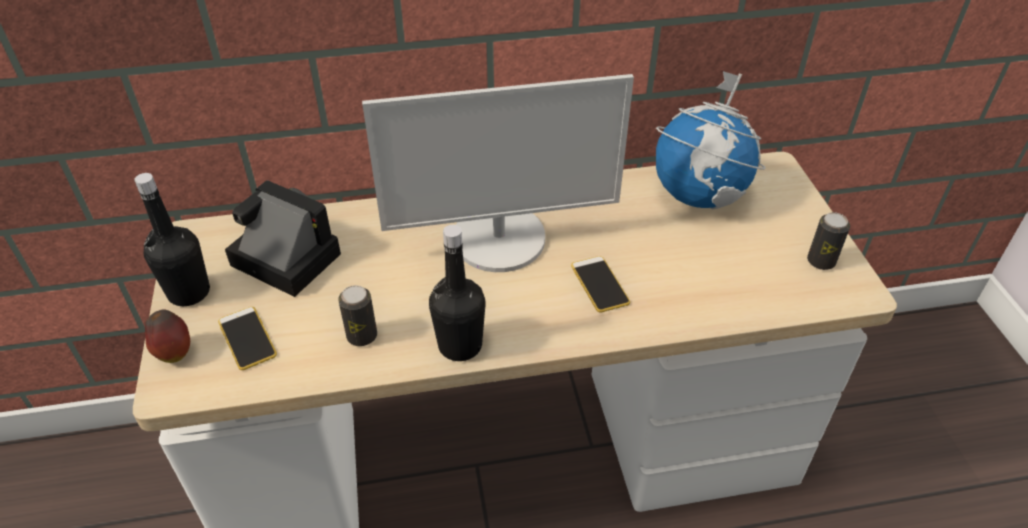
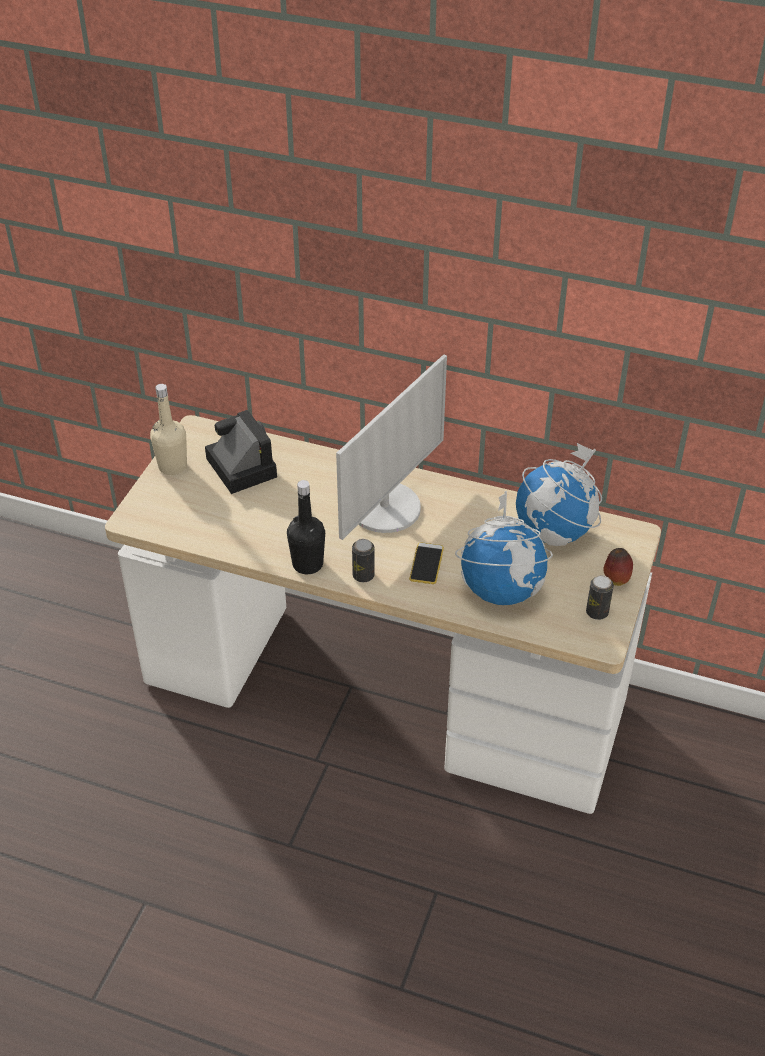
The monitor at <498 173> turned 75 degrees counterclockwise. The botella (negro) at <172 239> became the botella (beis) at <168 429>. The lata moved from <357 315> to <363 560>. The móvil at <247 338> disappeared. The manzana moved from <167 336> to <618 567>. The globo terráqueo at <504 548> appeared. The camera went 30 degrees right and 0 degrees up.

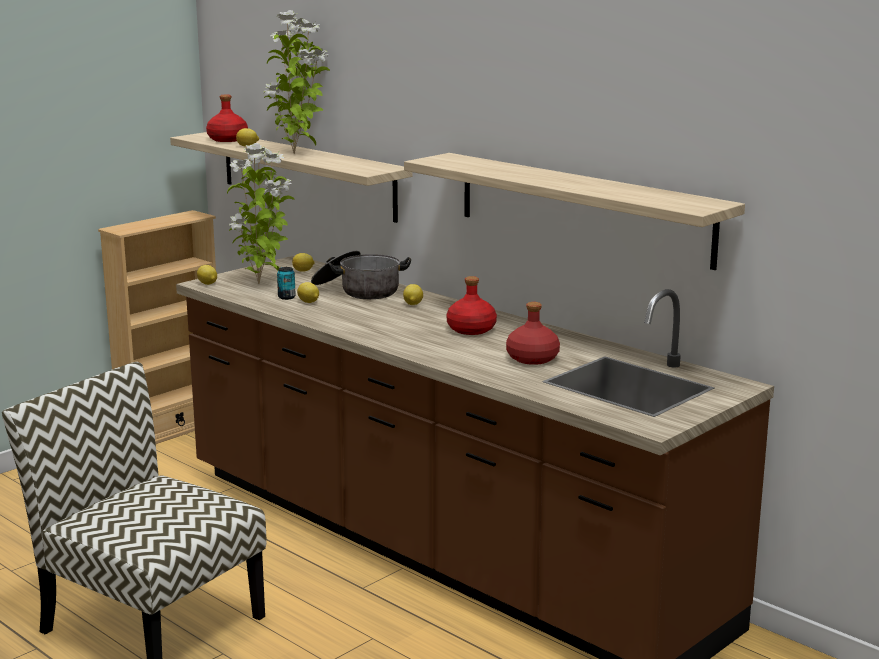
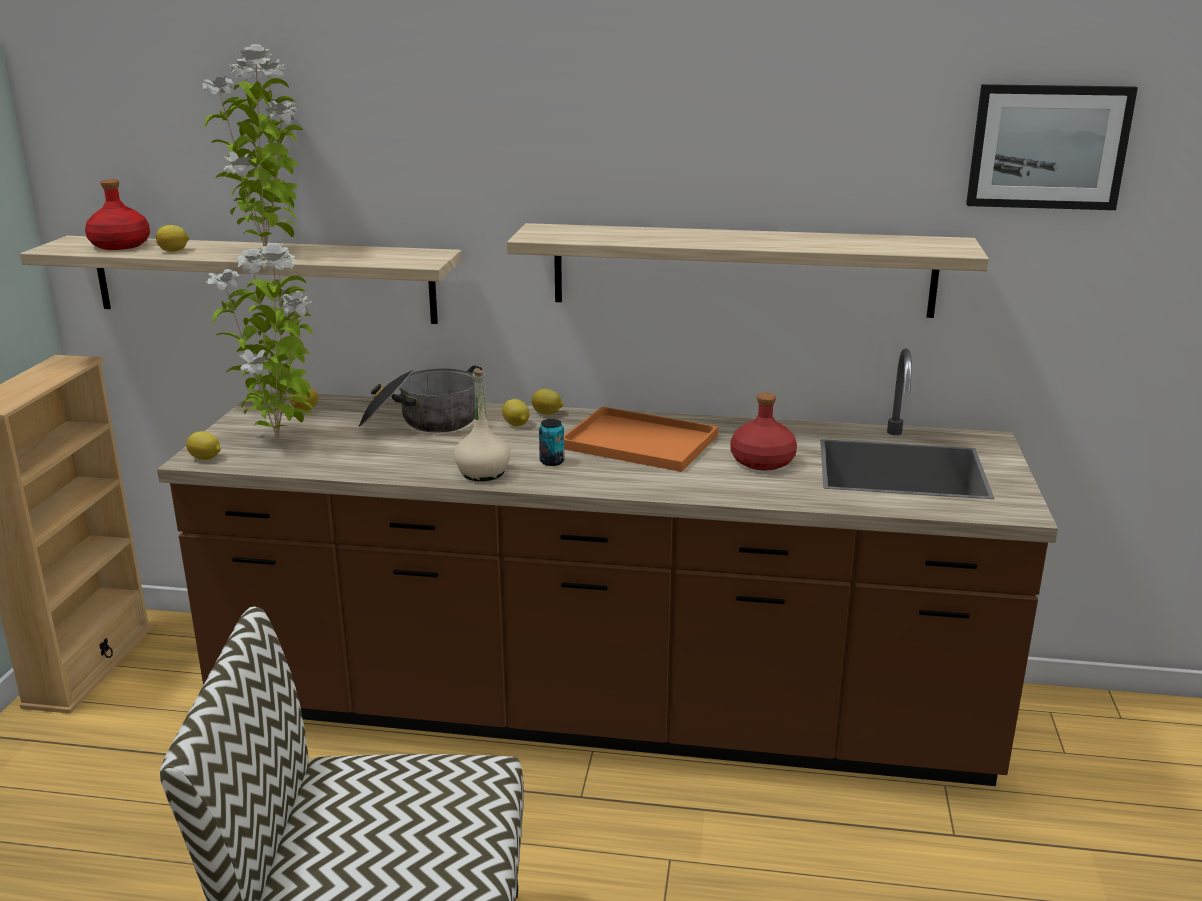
The lata moved from <286 283> to <551 442>. The botella (rojo) at <471 305> was replaced by the bandeja (naranja) at <641 439>. The limón moved from <308 292> to <547 402>. The cuadro at <1052 147> appeared. The botella (beis) at <482 425> appeared. The camera went 35 degrees left and 5 degrees up.

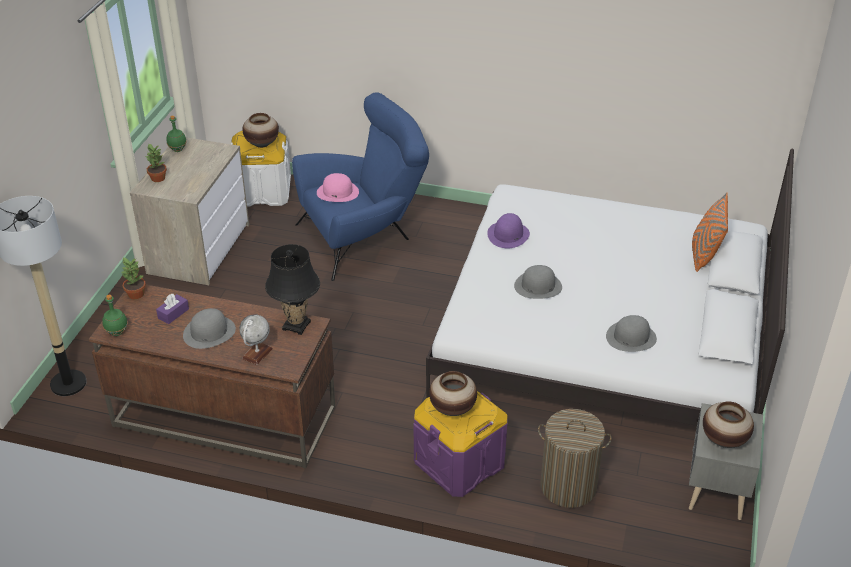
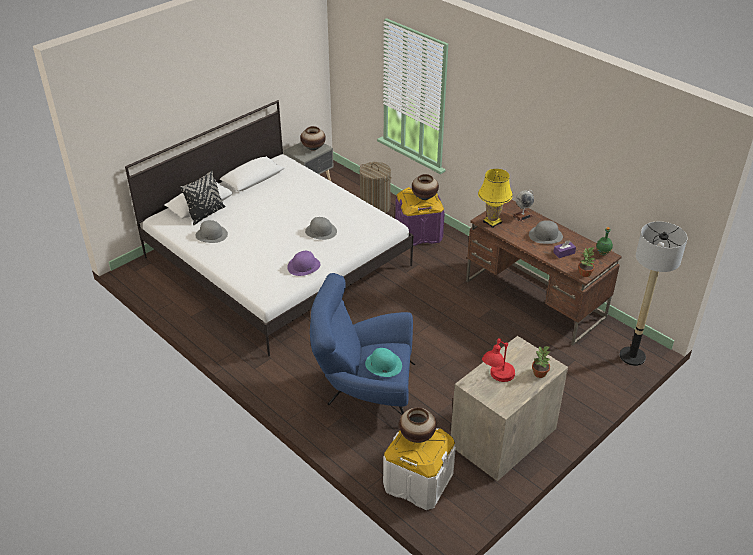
The botella (verde) at <176 134> disappeared. The sombrero (rosa) at <338 187> became the sombrero (turquesa) at <383 362>. The cojín (naranja) at <710 232> became the cojín (negro) at <202 198>. The lámpara de mesa (negro) at <292 289> became the lámpara de mesa (amarillo) at <495 198>. The sombrero (gris) moved from <631 333> to <212 231>. The lámpara de mesa (rojo) at <498 360> appeared. The camera went 150 degrees left and 0 degrees up.

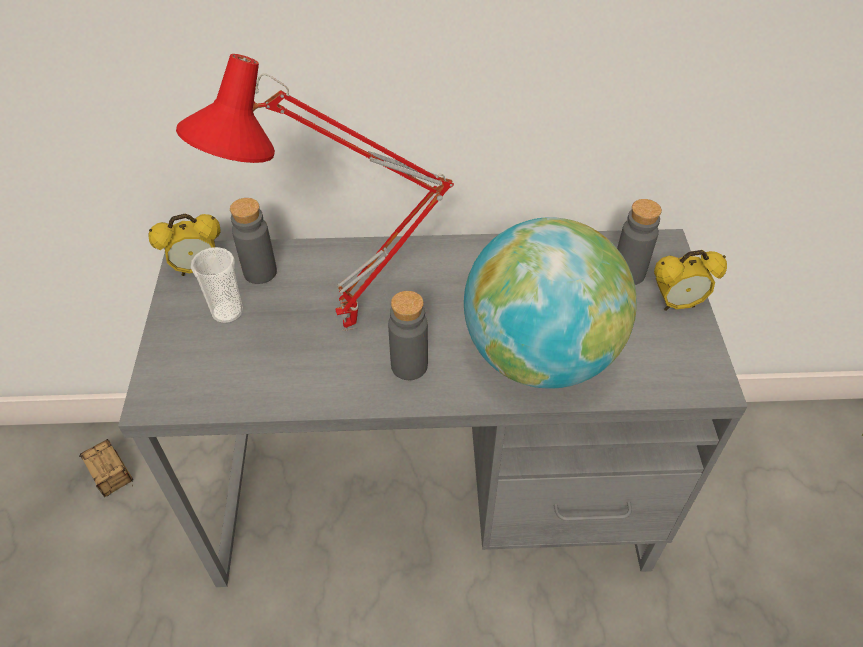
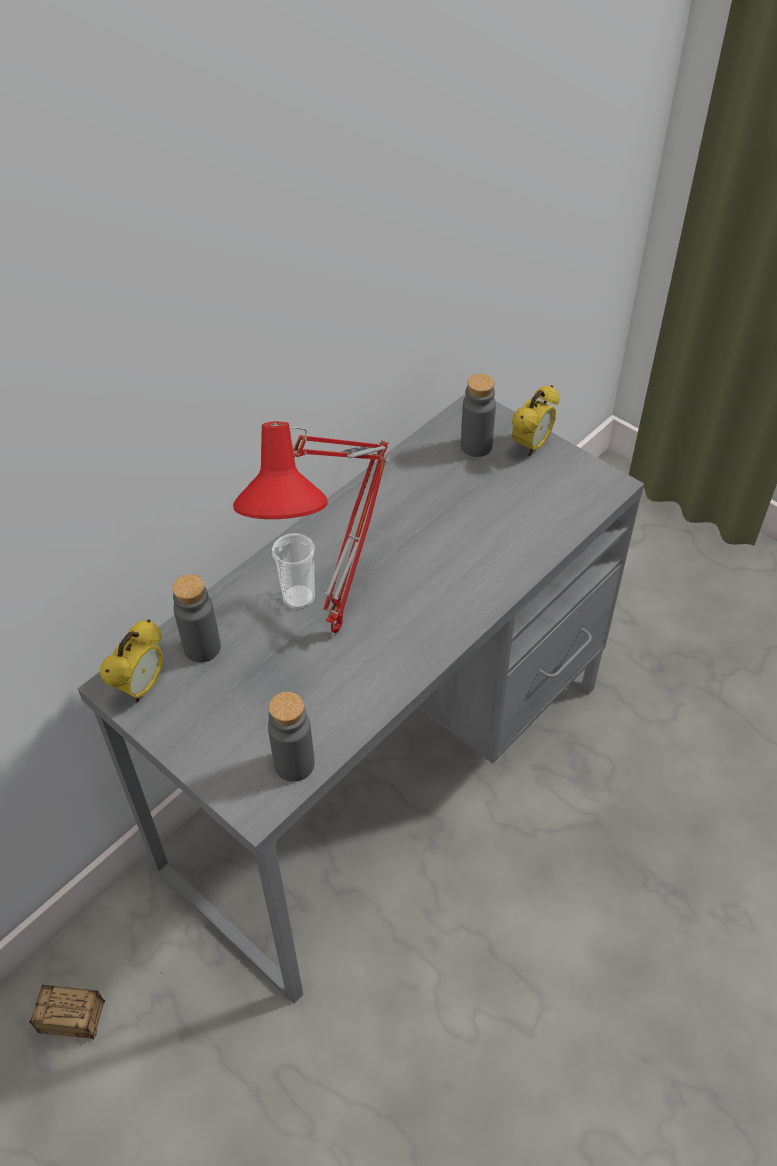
The globo terráqueo at <550 303> disappeared. The taza moved from <217 285> to <293 571>. The botella (gris) moved from <408 335> to <291 737>. The camera went 45 degrees left and 0 degrees up.

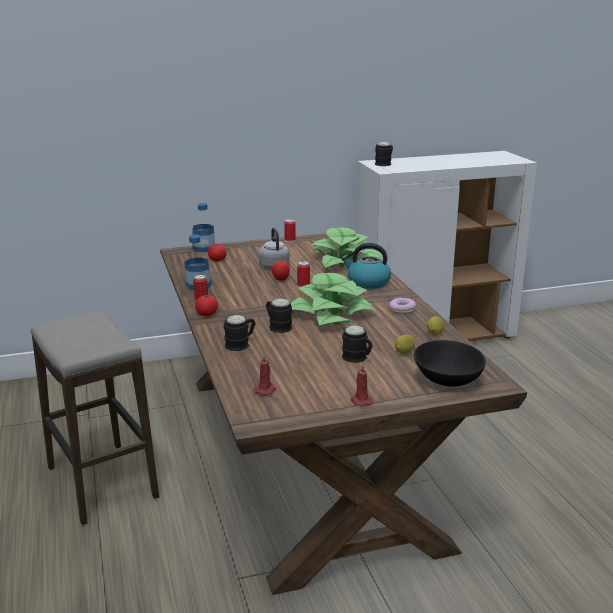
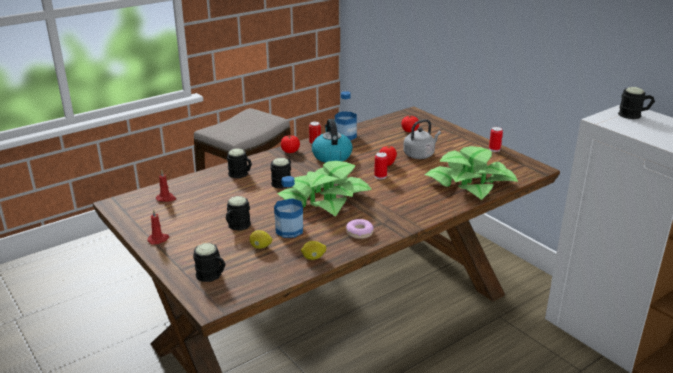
The botella moved from <203 227> to <288 207>. The hervidor moved from <366 266> to <332 141>. The cuenco (negro) at <450 363> was replaced by the taza grande (negro) at <209 262>. The camera went 70 degrees right and 5 degrees up.

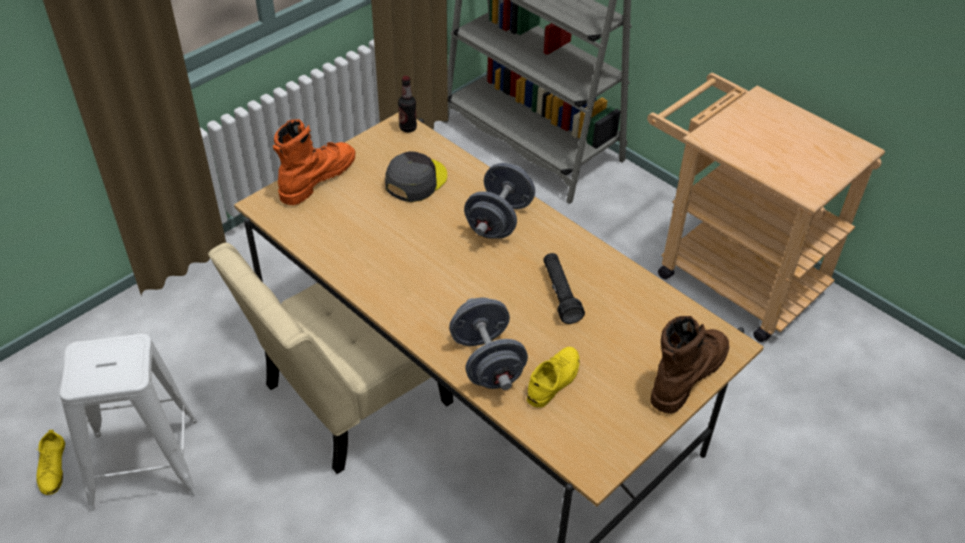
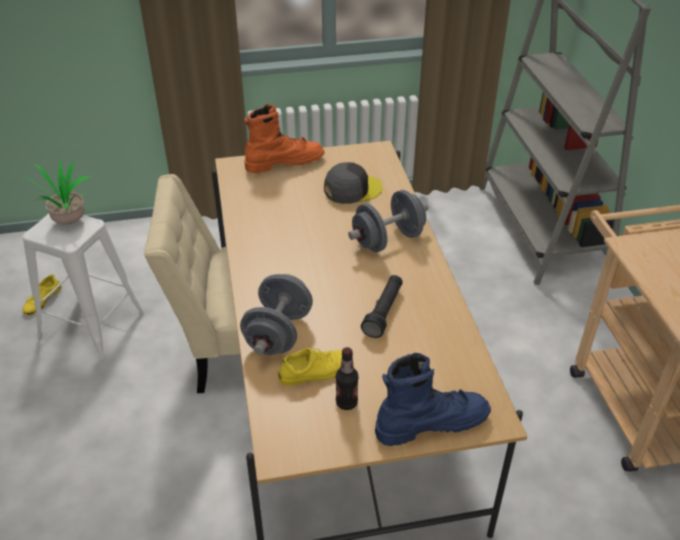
The botella moved from <407 104> to <347 378>. The bota (marrón) at <690 365> became the bota (azul) at <433 399>. The planta en maceta at <59 192> appeared. The camera went 35 degrees right and 5 degrees down.

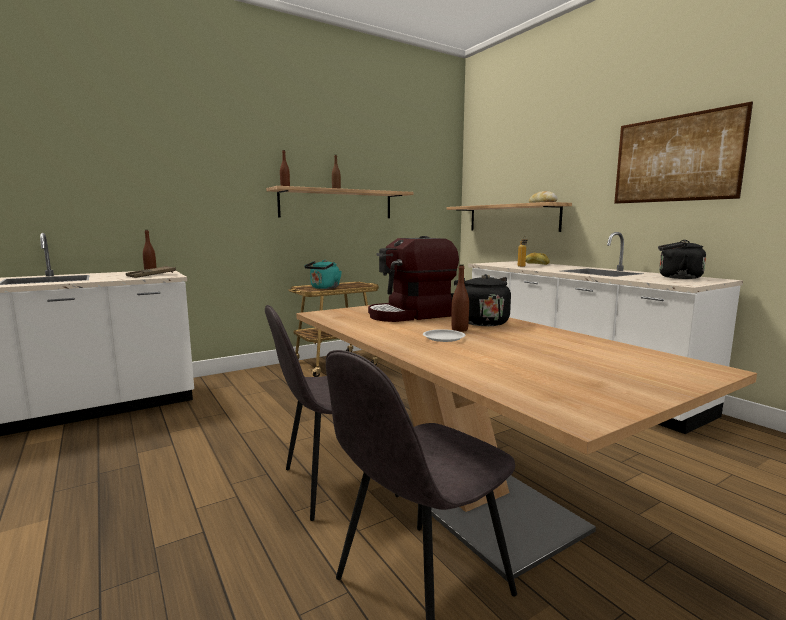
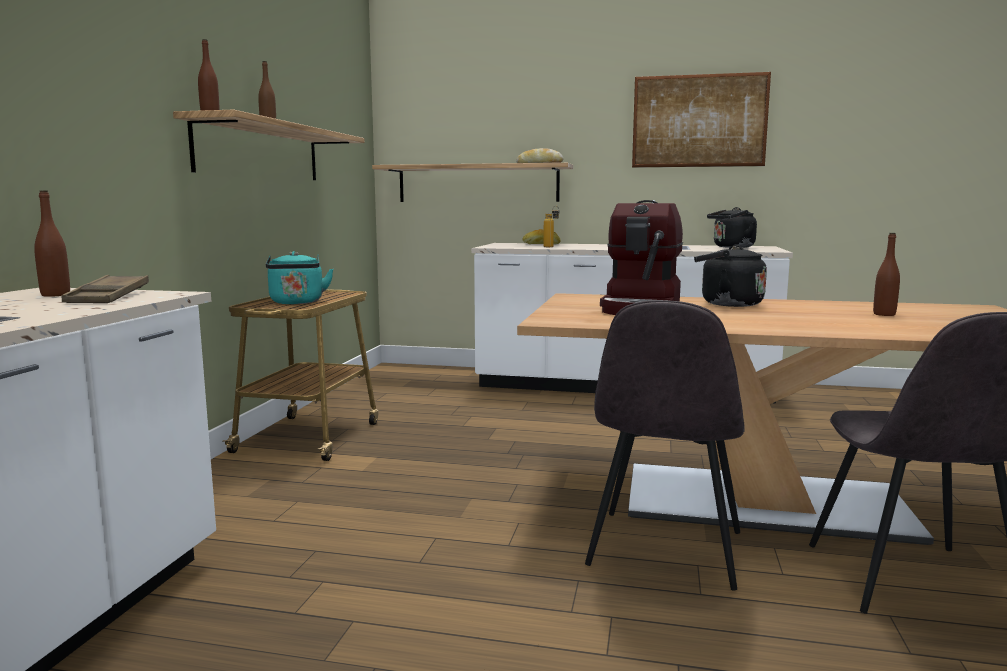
The botella (marrón) moved from <460 298> to <886 274>. The plato (blanco) at <444 335> disappeared. The camera went 45 degrees left and 0 degrees up.

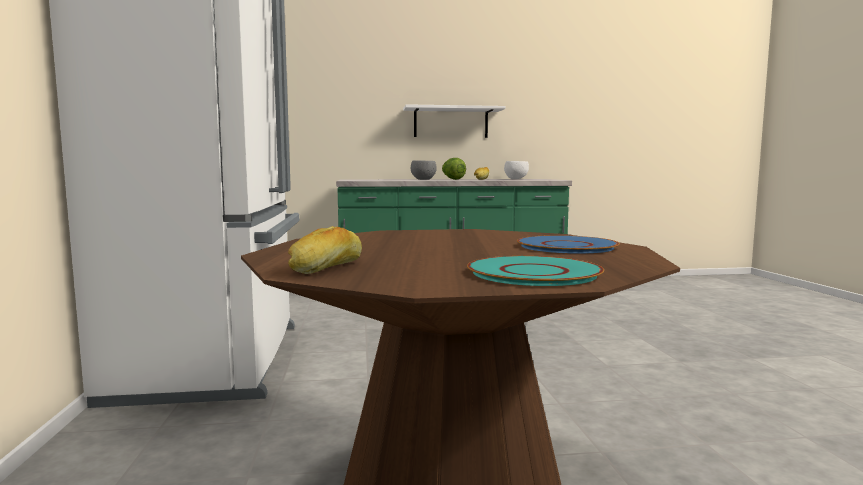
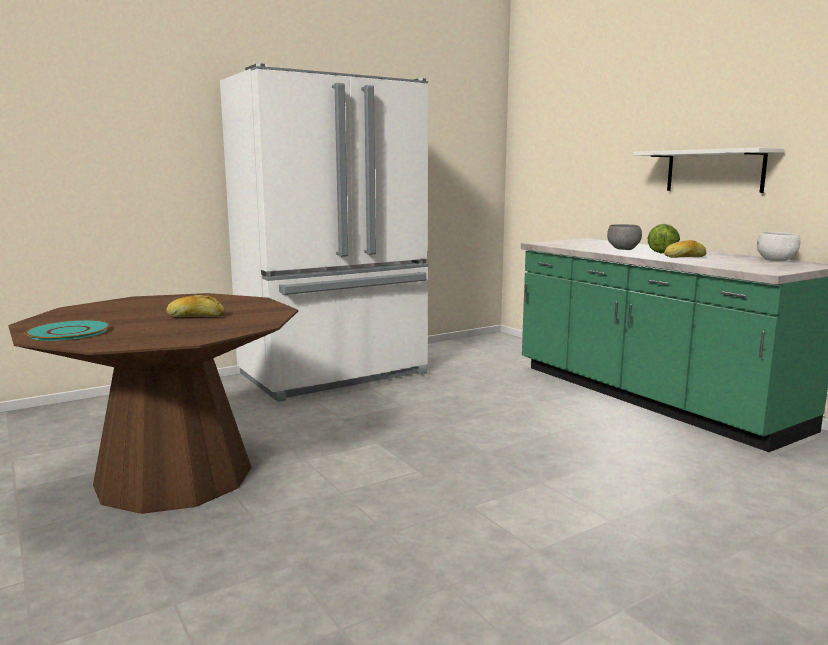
The pan moved from <325 250> to <195 306>. The plato (azul) at <568 244> disappeared. The camera went 65 degrees right and 5 degrees up.

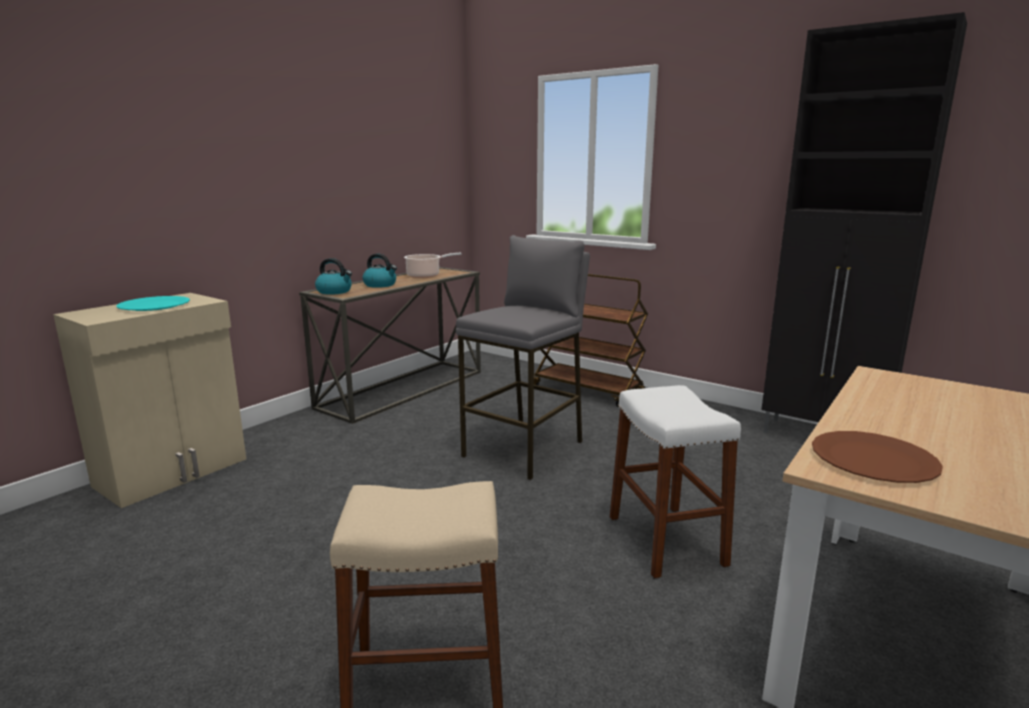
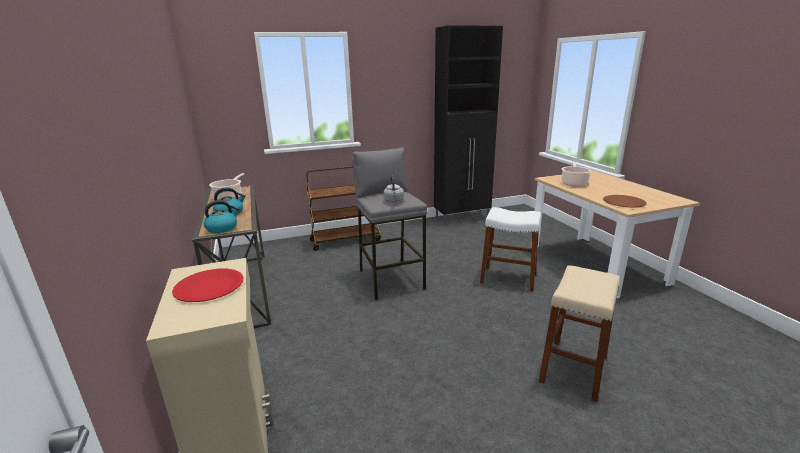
The plato (turquesa) at <153 303> became the plato (rojo) at <207 285>. The olla at <577 174> appeared. The hervidor (gris) at <393 189> appeared. The camera went 55 degrees left and 5 degrees up.

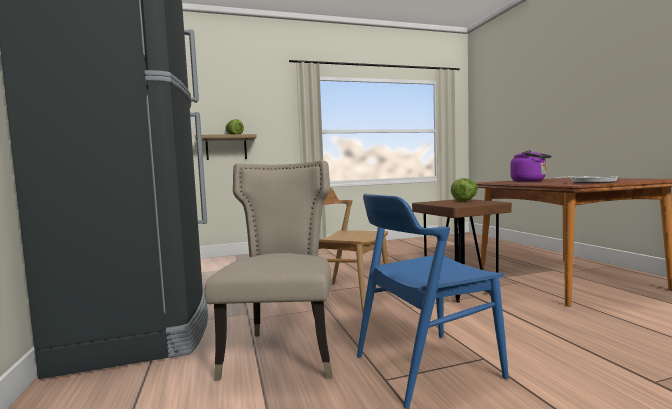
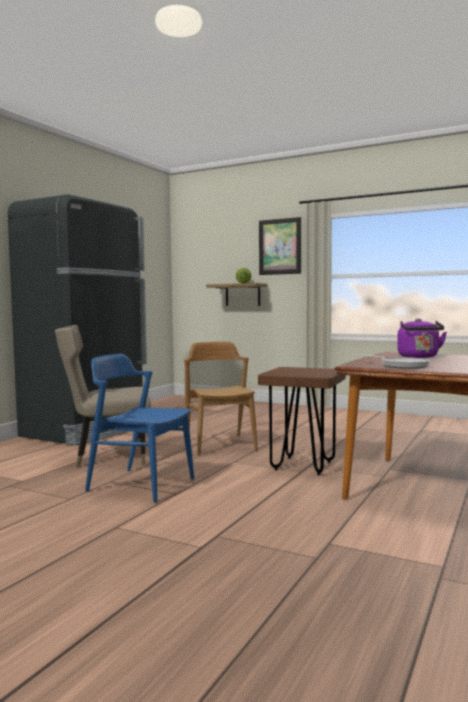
The silla (beis) at <268 270> turned 150 degrees counterclockwise. The lechuga at <464 189> disappeared. The cuadro at <280 246> appeared. The camera went 45 degrees right and 0 degrees up.

